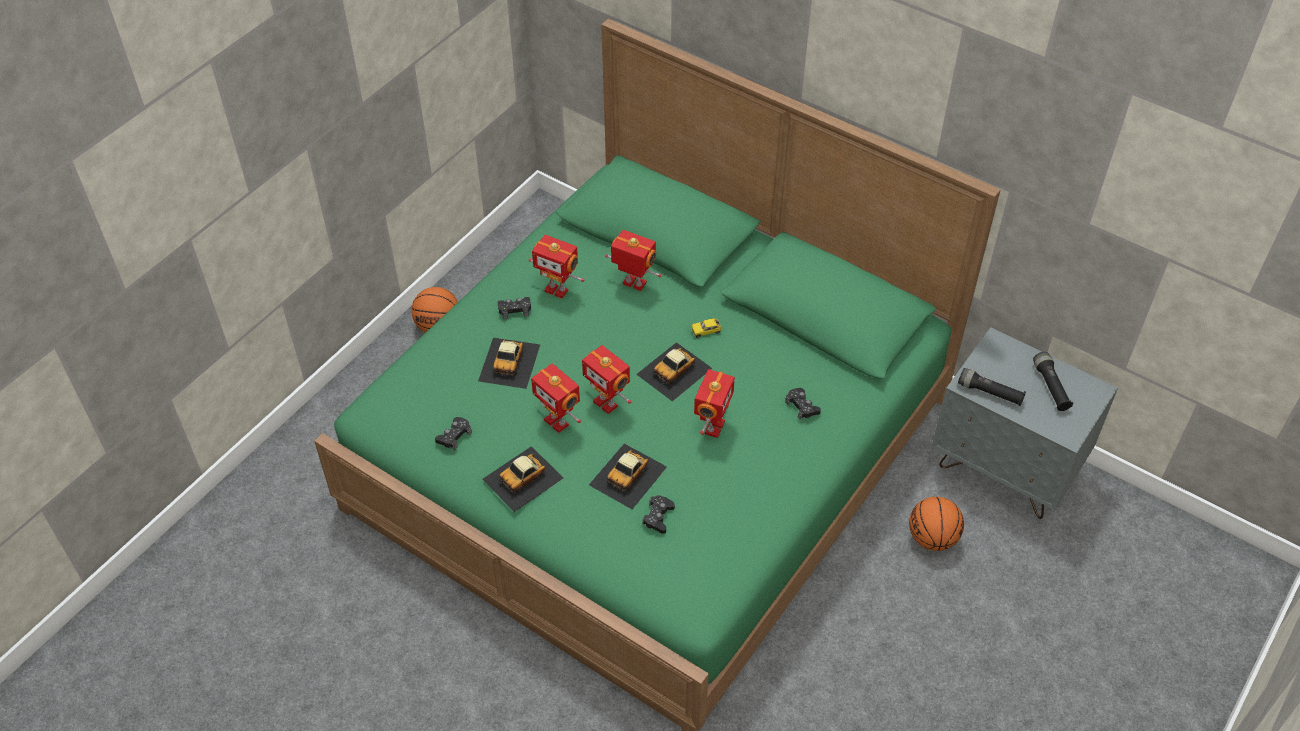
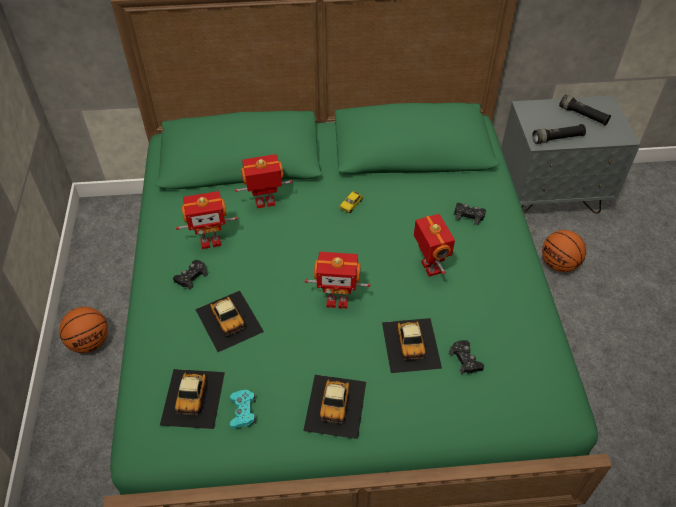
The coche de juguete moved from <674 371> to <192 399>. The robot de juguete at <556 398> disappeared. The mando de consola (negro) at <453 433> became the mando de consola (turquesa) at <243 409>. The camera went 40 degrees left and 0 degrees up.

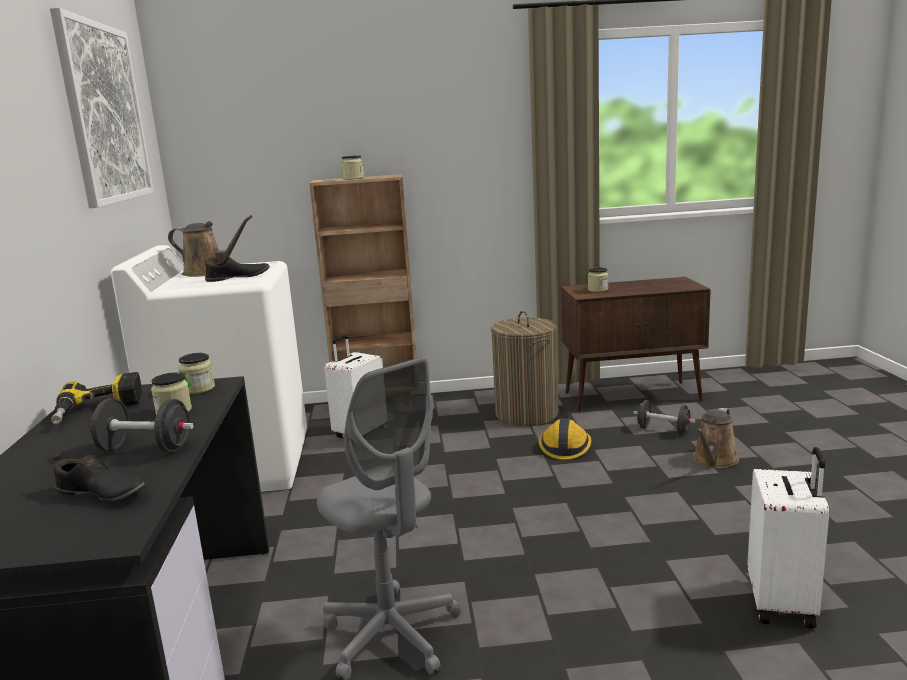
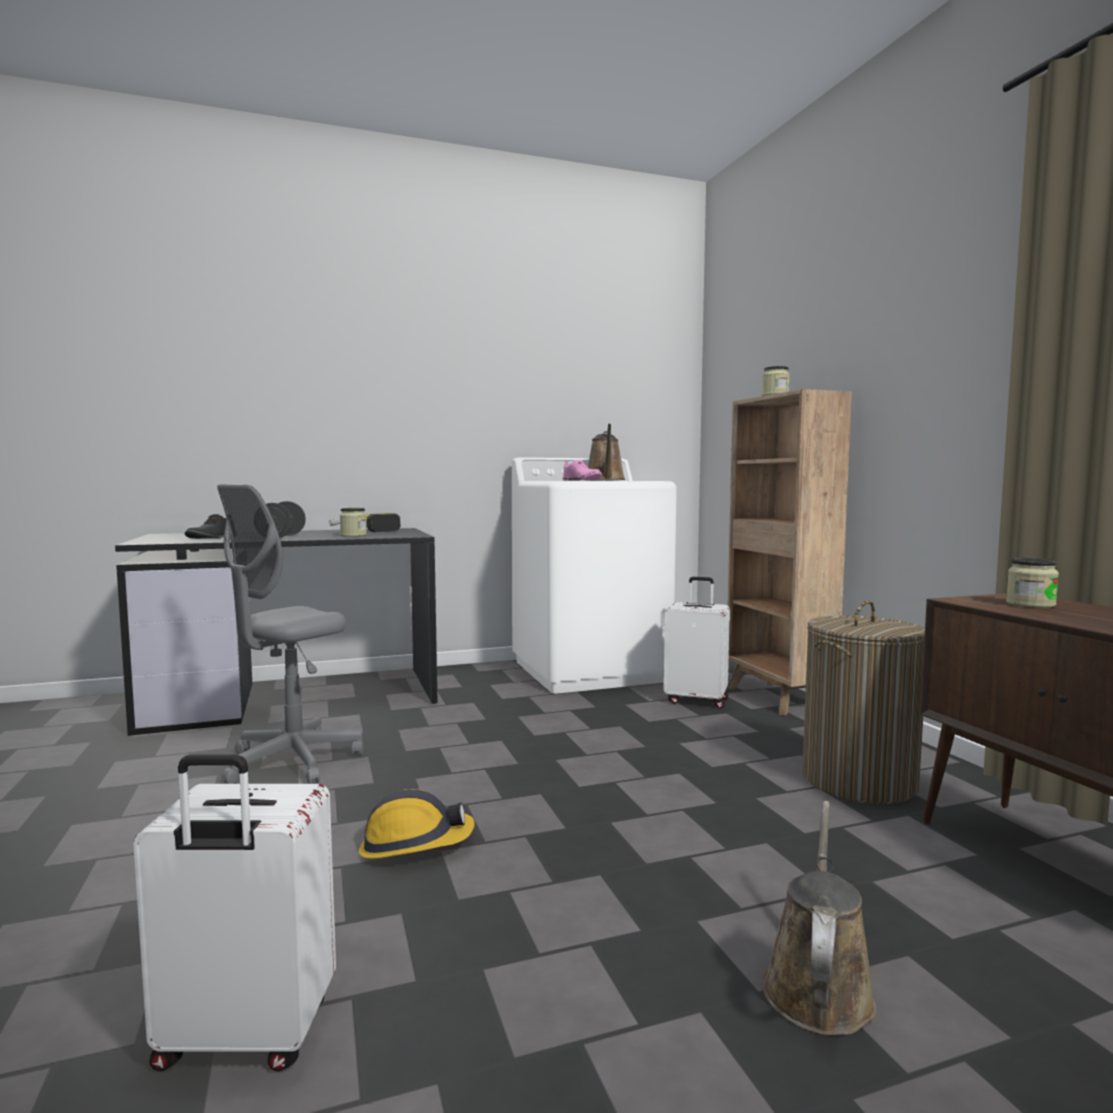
The cuadro at <102 108> disappeared. The zapato (negro) at <237 269> became the zapato (rosa) at <582 470>. The tarro at <196 373> disappeared. The mancuerna (negro) at <664 417> disappeared. The regadera (marrón) at <716 438> turned 90 degrees clockwise. The casco moved from <565 438> to <417 824>. The camera went 75 degrees right and 10 degrees down.

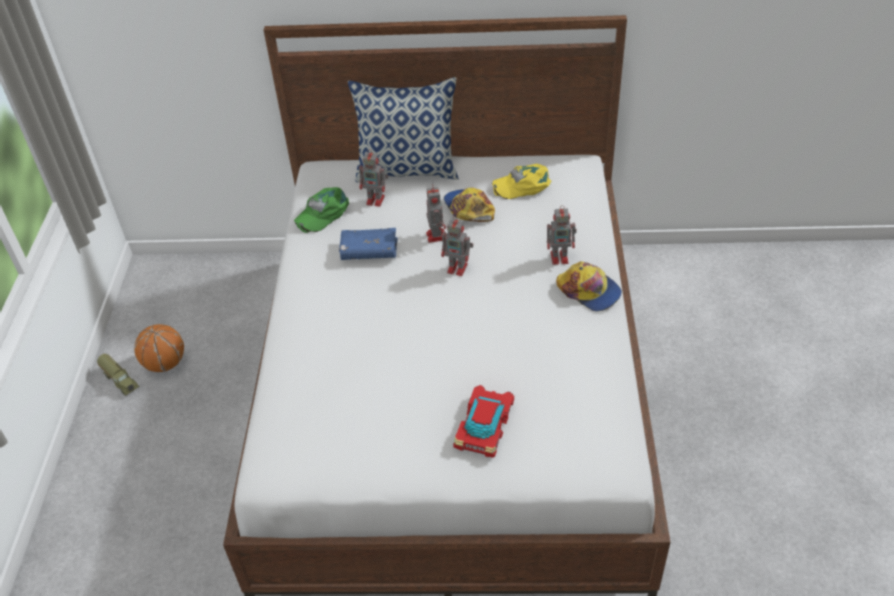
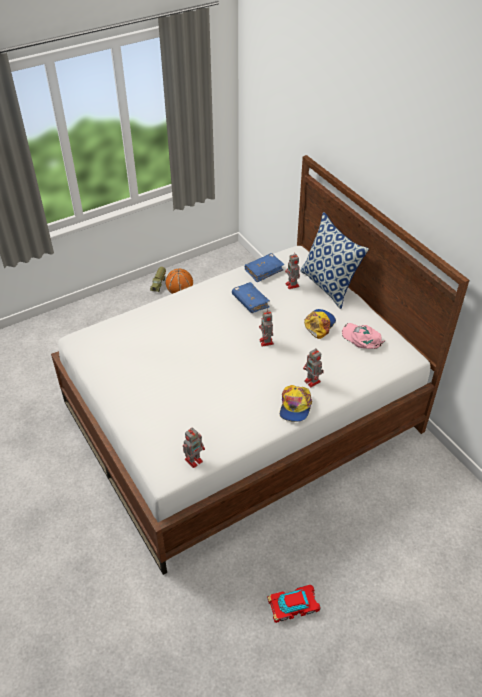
The gorra (amarillo) at <521 181> became the gorra (rosa) at <363 336>. The robot de juguete moved from <436 213> to <194 447>. The gorra (verde) at <321 210> was replaced by the libro (azul) at <264 267>. The coche de juguete moved from <483 421> to <294 604>. The camera went 55 degrees right and 0 degrees up.

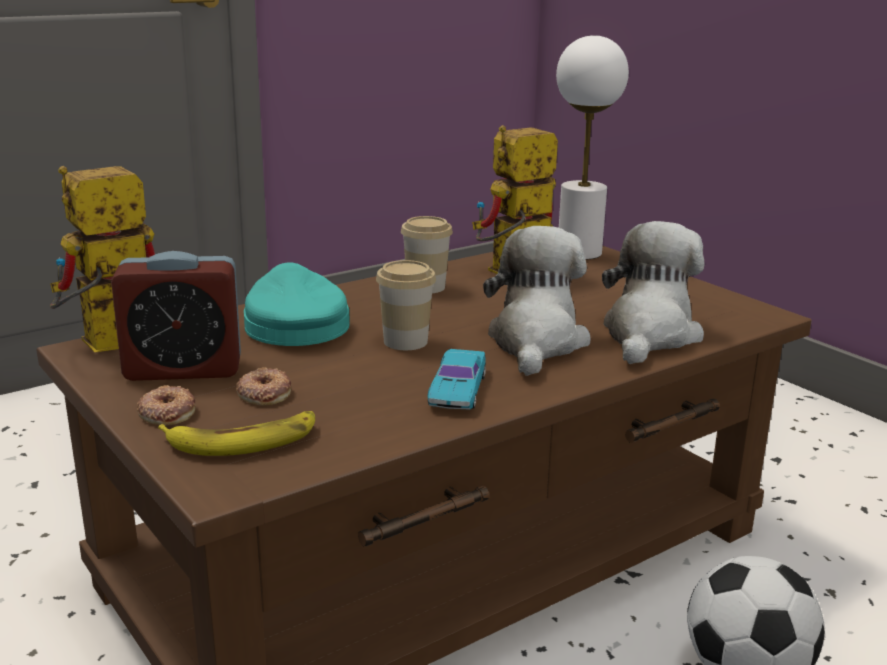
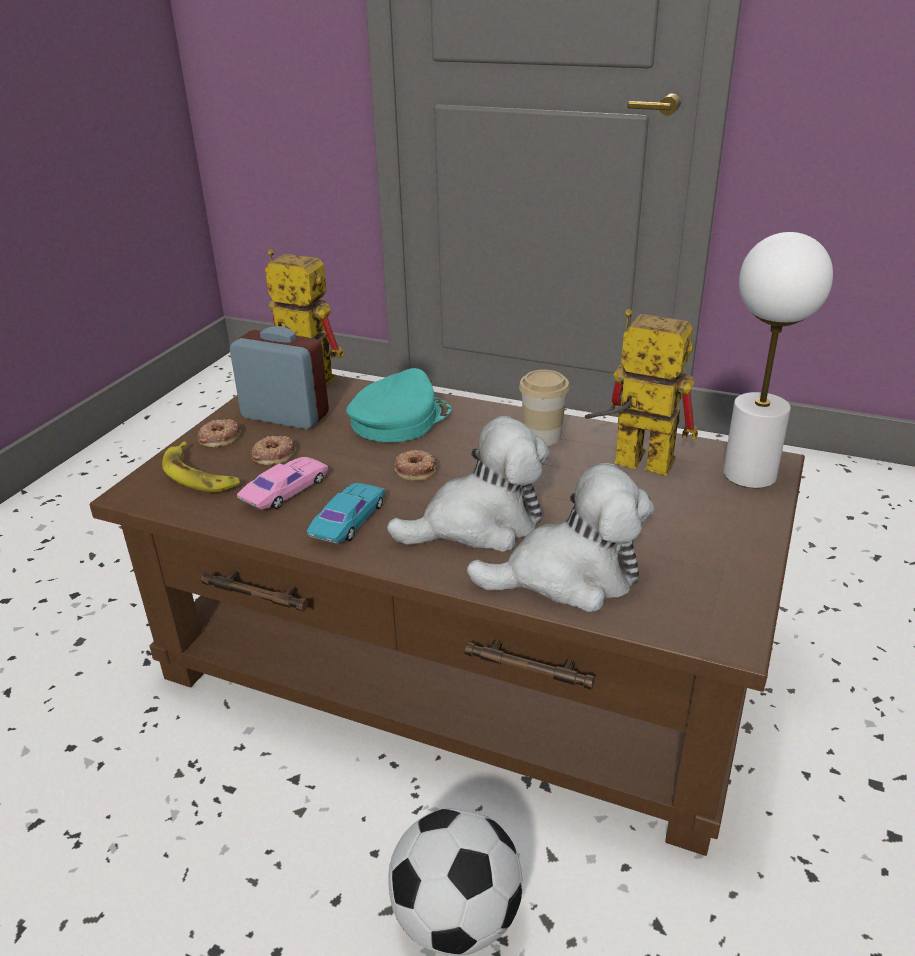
The despertador at <176 316> turned 150 degrees clockwise. The taza at <406 305> was replaced by the rosquilla at <415 465>. The coche de juguete (turquesa) at <456 379> turned 135 degrees clockwise. The coche de juguete (rosa) at <282 483> appeared. The camera went 60 degrees right and 10 degrees up.

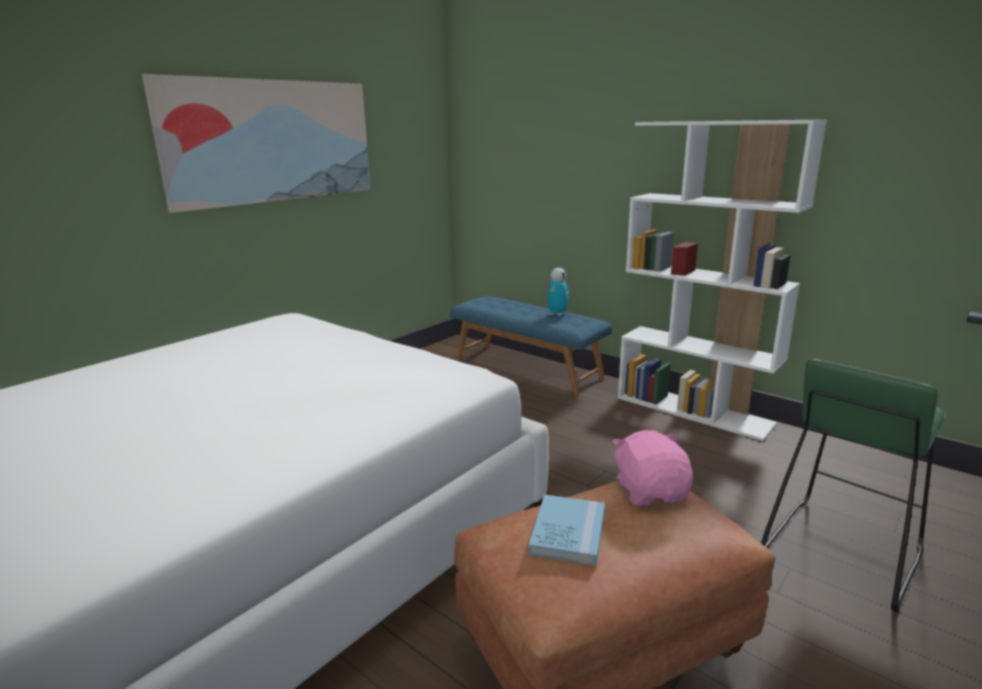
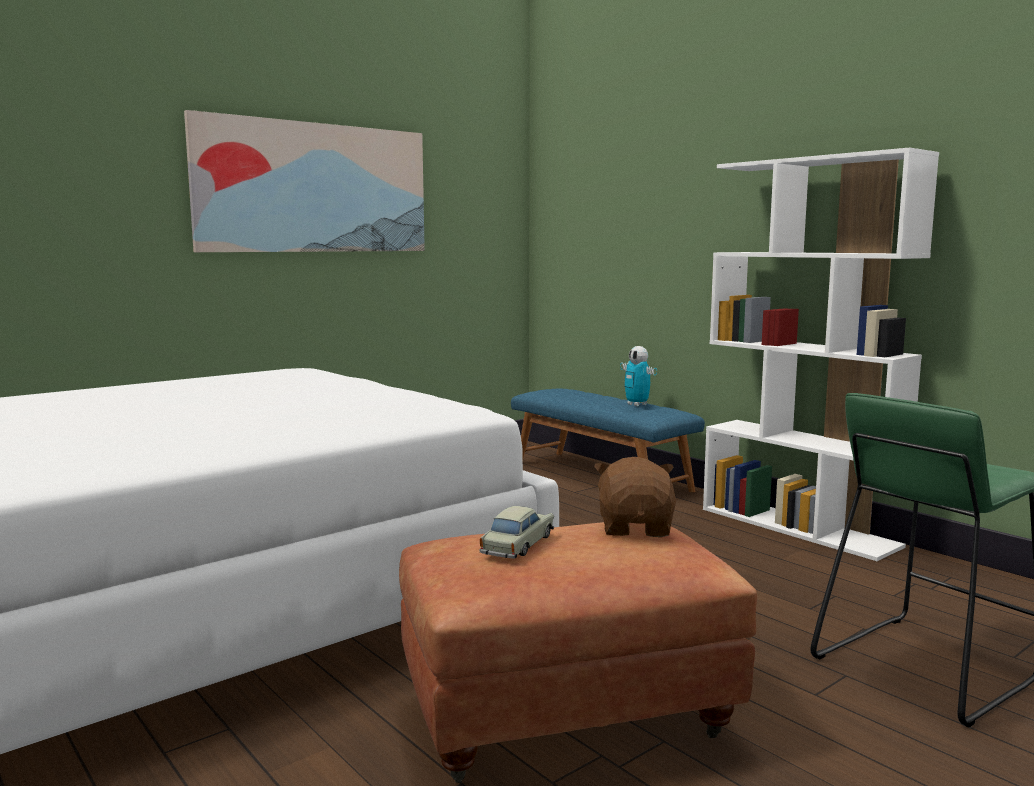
The robot de juguete at <558 292> turned 105 degrees clockwise. The peluche (rosa) at <652 468> became the peluche (marrón) at <635 497>. The libro (azul) at <567 530> was replaced by the coche de juguete (beis) at <517 532>. The camera went 10 degrees right and 10 degrees down.

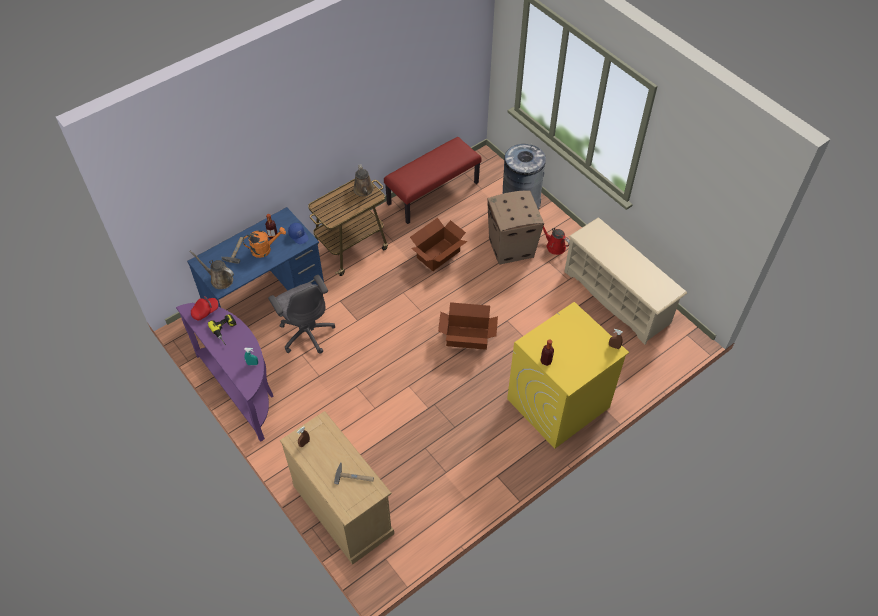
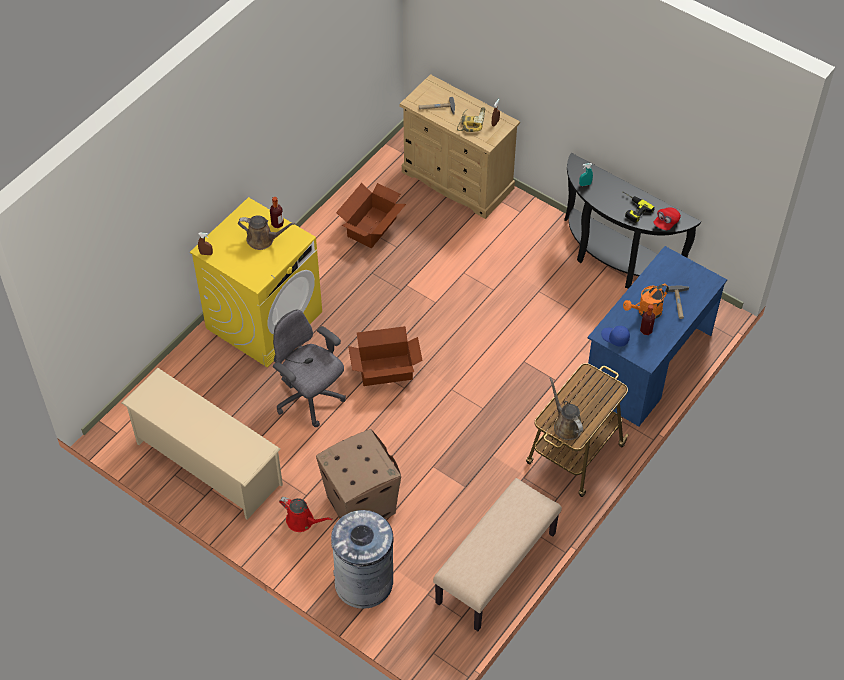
The banco (rojo) at <433 180> became the banco (beis) at <497 554>. The caja de cartón moved from <439 244> to <371 215>. The regadera (marrón) moved from <211 270> to <266 232>. The silla de oficina (gris) moved from <301 314> to <309 368>. The mesa consola (morado) at <225 372> became the mesa consola (negro) at <632 221>. The taladro at <471 119> appeared. The camera went 165 degrees right and 0 degrees up.

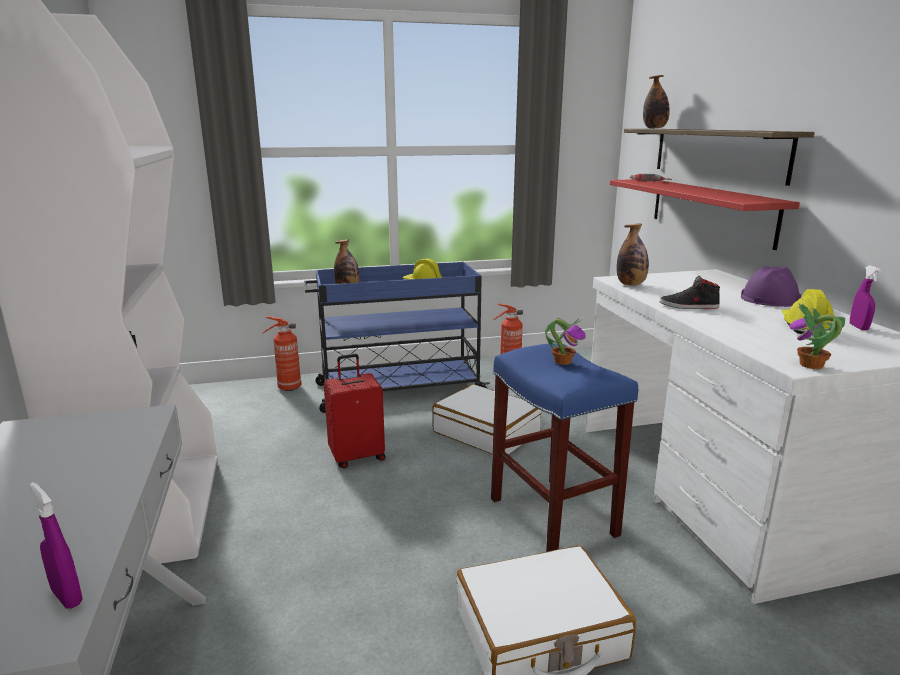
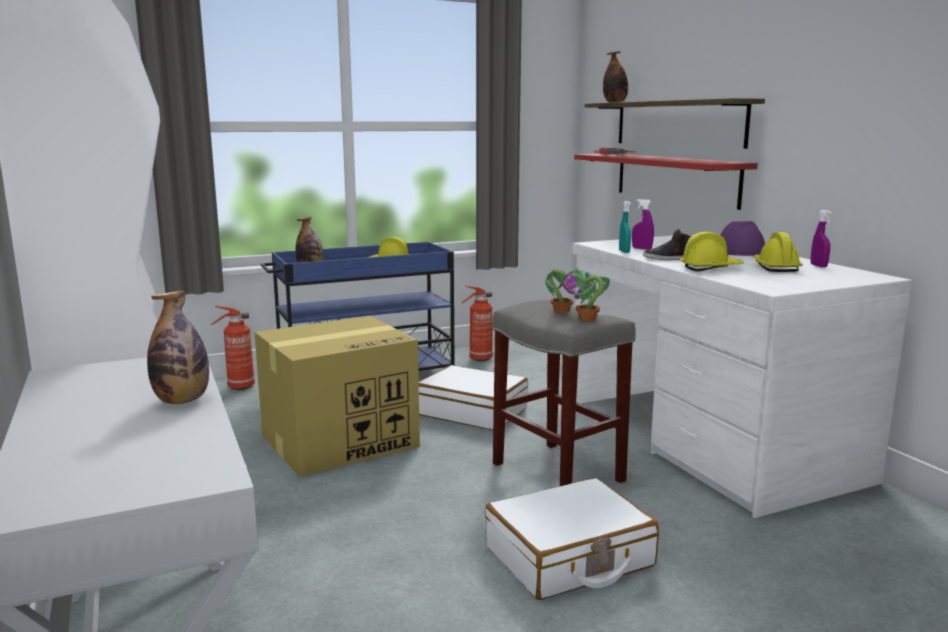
The botella moved from <632 254> to <178 347>. The planta en maceta moved from <817 336> to <589 294>. The taburete (azul) at <564 447> became the taburete (gris) at <564 393>. The maleta (rojo) at <355 411> was replaced by the caja de cartón at <337 396>. The pulverizador (morado) moved from <56 545> to <643 224>. The pulverizador (turquesa) at <625 227> appeared. The casco (amarillo) at <712 251> appeared. The camera went 10 degrees left and 5 degrees down.

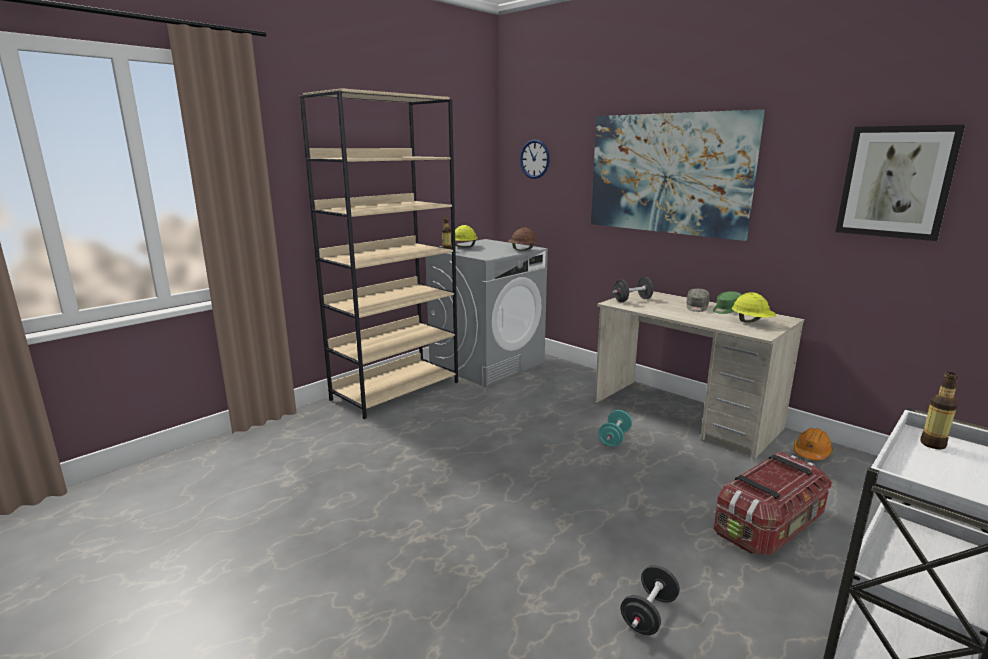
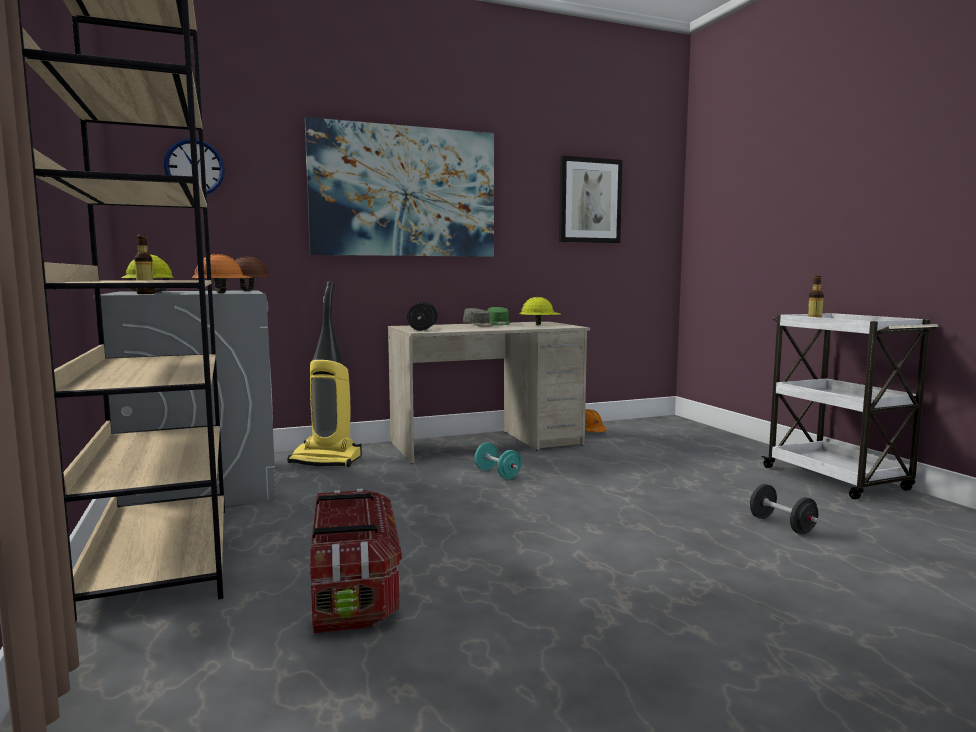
The caja de almacenaje moved from <773 503> to <355 561>. The casco (naranja) at <222 273> appeared. The aspiradora at <325 374> appeared. The camera went 65 degrees left and 10 degrees down.

